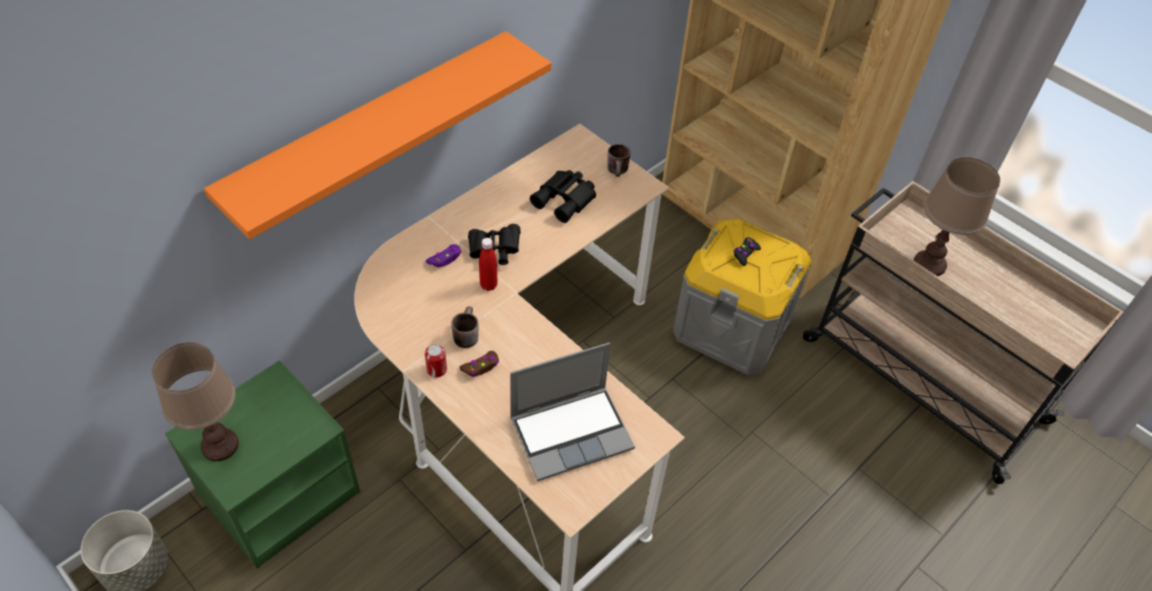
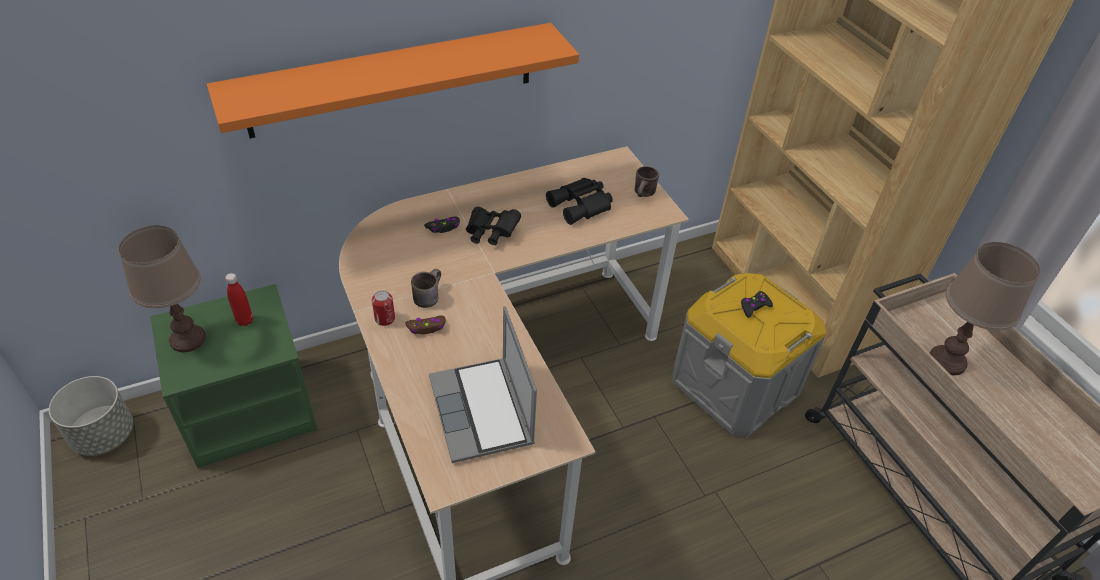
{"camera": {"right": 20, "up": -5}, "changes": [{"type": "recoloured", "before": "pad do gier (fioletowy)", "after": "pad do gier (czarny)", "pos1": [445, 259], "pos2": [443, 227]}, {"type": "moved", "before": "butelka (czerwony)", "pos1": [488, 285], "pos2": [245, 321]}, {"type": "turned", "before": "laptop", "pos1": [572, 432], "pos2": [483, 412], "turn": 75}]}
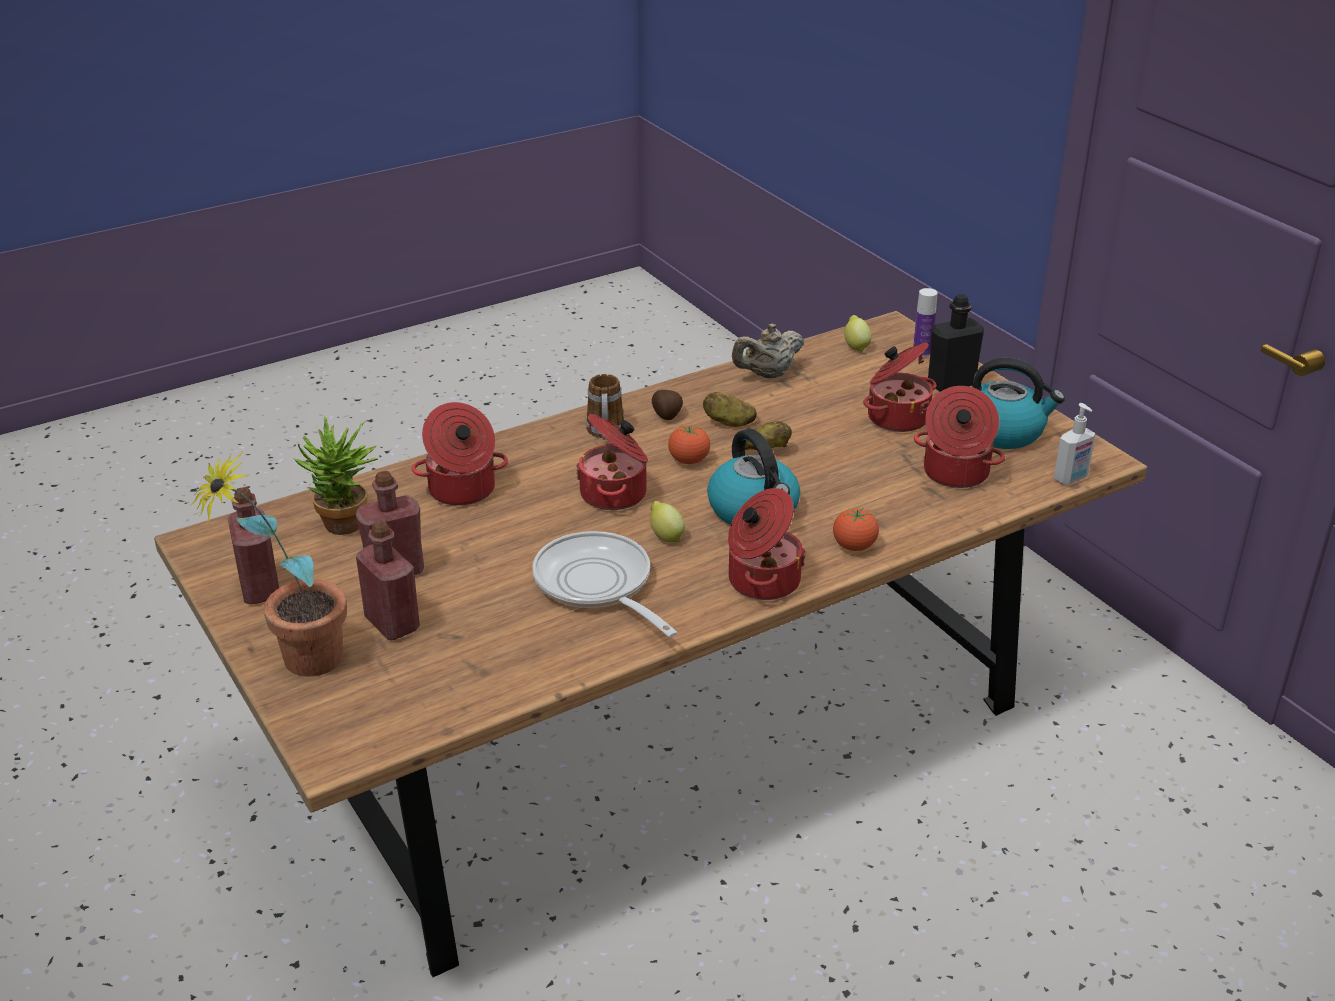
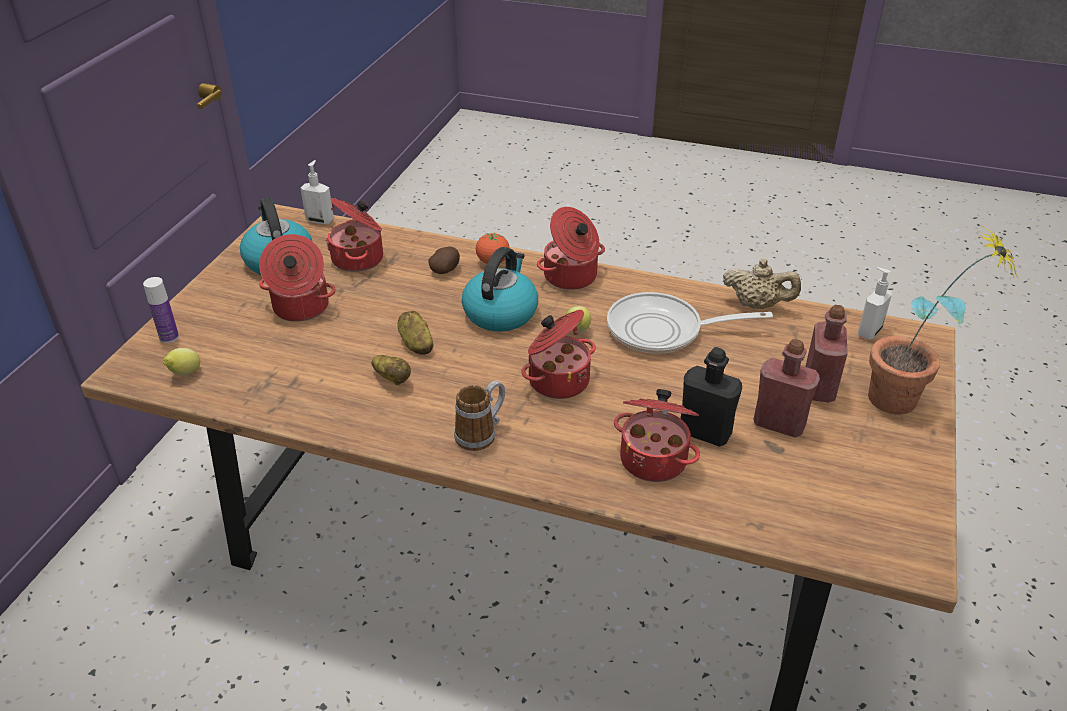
{"camera": {"right": -130, "up": 5}, "changes": [{"type": "removed", "before": "butelka (czerwony)", "pos1": [260, 588]}, {"type": "removed", "before": "roślina doniczkowa", "pos1": [345, 529]}, {"type": "turned", "before": "patelnia", "pos1": [597, 586], "pos2": [662, 331], "turn": 75}, {"type": "moved", "before": "ziemniak", "pos1": [667, 415], "pos2": [445, 270]}, {"type": "removed", "before": "pomidor", "pos1": [689, 460]}, {"type": "moved", "before": "imbryk (beżowy)", "pos1": [767, 375], "pos2": [757, 305]}, {"type": "moved", "before": "butelka (czarny)", "pos1": [951, 383], "pos2": [705, 432]}, {"type": "added", "after": "dozownik mydła", "pos2": [868, 331]}]}
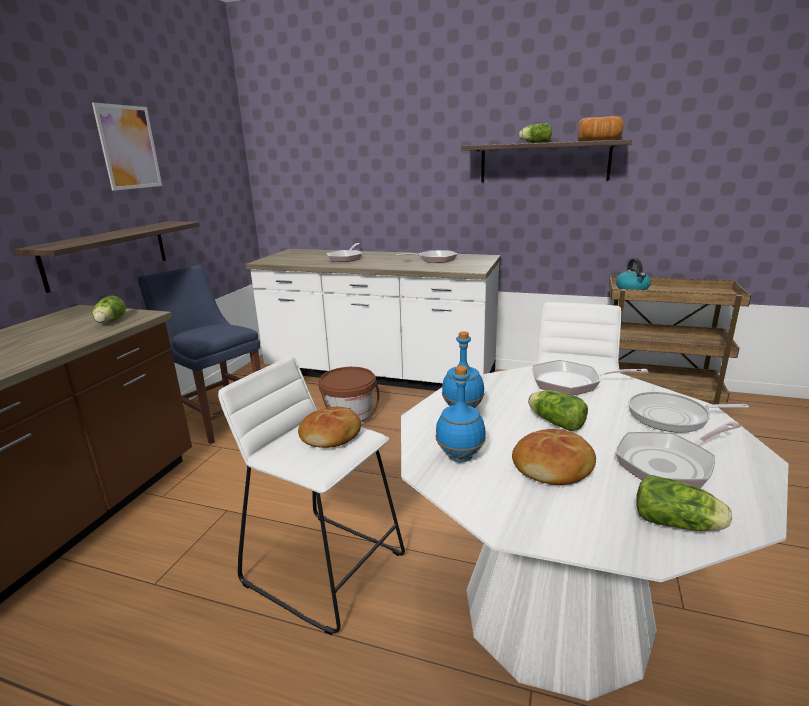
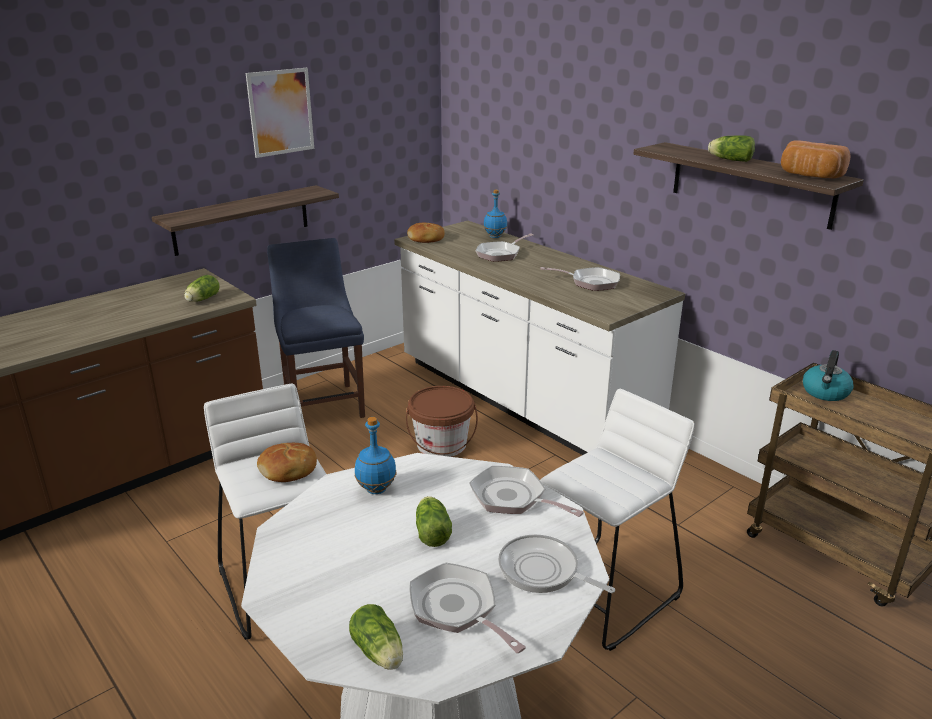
{"camera": {"right": 30, "up": 5}, "changes": [{"type": "moved", "before": "butelka (niebieski)", "pos1": [461, 457], "pos2": [495, 236]}, {"type": "moved", "before": "chleb", "pos1": [553, 467], "pos2": [426, 239]}, {"type": "turned", "before": "patelnia", "pos1": [669, 464], "pos2": [457, 609], "turn": 45}]}
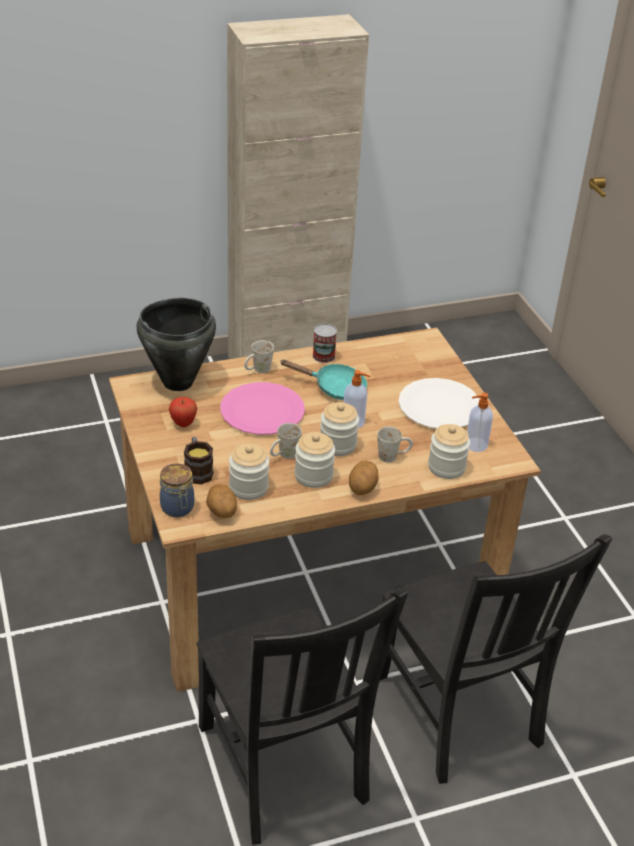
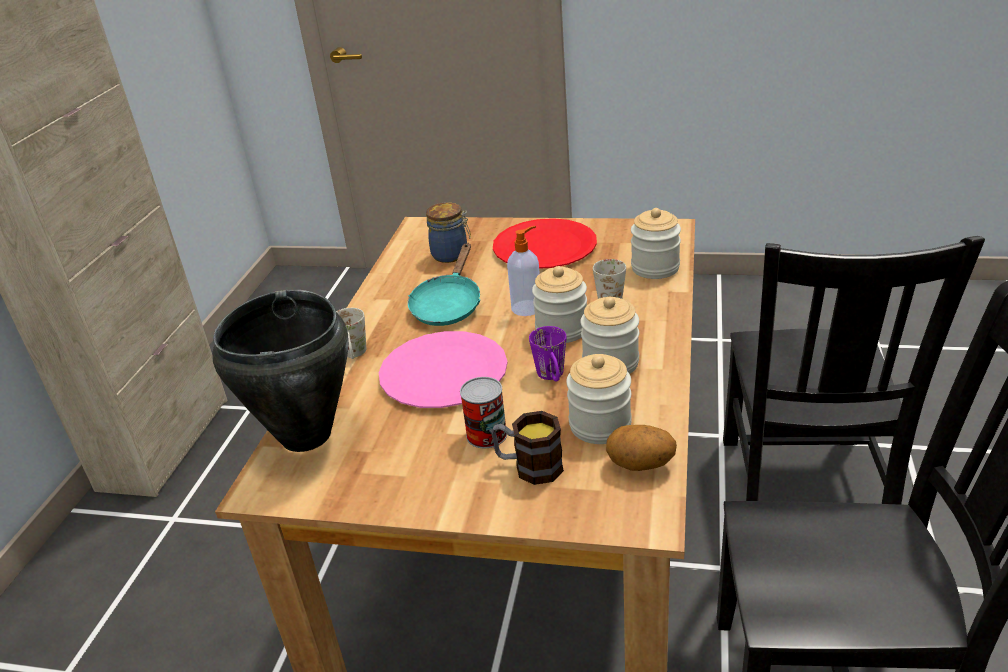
{"camera": {"right": -55, "up": -5}, "changes": [{"type": "moved", "before": "słoik", "pos1": [178, 508], "pos2": [451, 255]}, {"type": "removed", "before": "jabłko", "pos1": [183, 424]}, {"type": "recoloured", "before": "kubek (biały)", "after": "kubek (fioletowy)", "pos1": [284, 456], "pos2": [553, 377]}, {"type": "turned", "before": "patelnia (turkusowy)", "pos1": [334, 388], "pos2": [448, 305], "turn": 150}, {"type": "moved", "before": "puszka", "pos1": [323, 356], "pos2": [486, 435]}, {"type": "removed", "before": "ziemniak", "pos1": [363, 488]}, {"type": "turned", "before": "krzesło (czarny)", "pos1": [459, 714], "pos2": [802, 497], "turn": 90}, {"type": "recoloured", "before": "talerz (biały)", "after": "talerz (czerwony)", "pos1": [440, 406], "pos2": [545, 247]}, {"type": "removed", "before": "dozownik mydła", "pos1": [475, 445]}]}
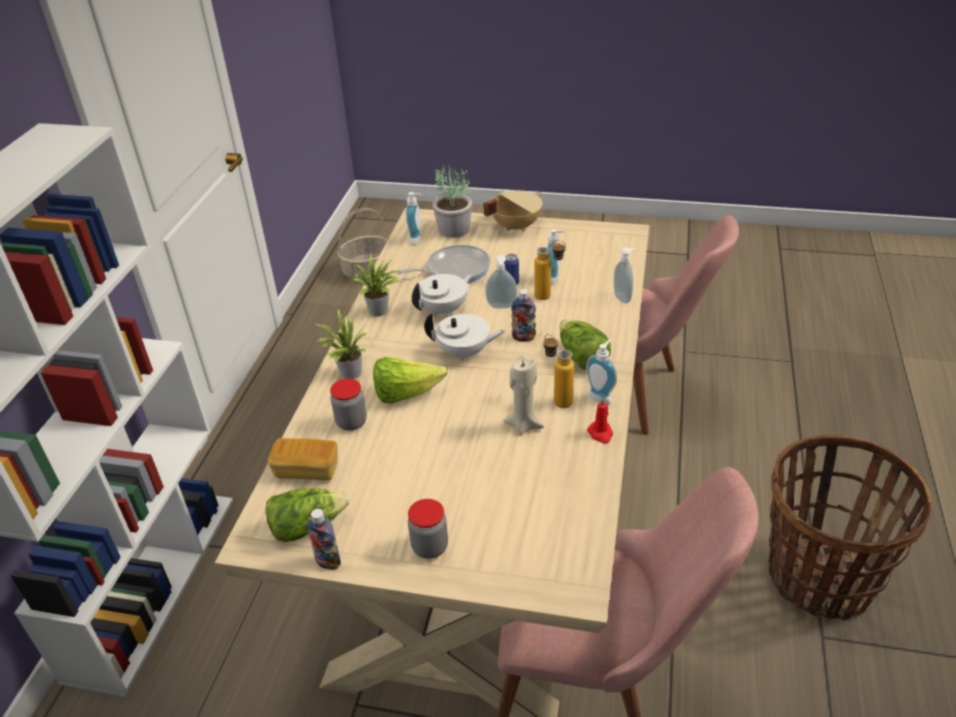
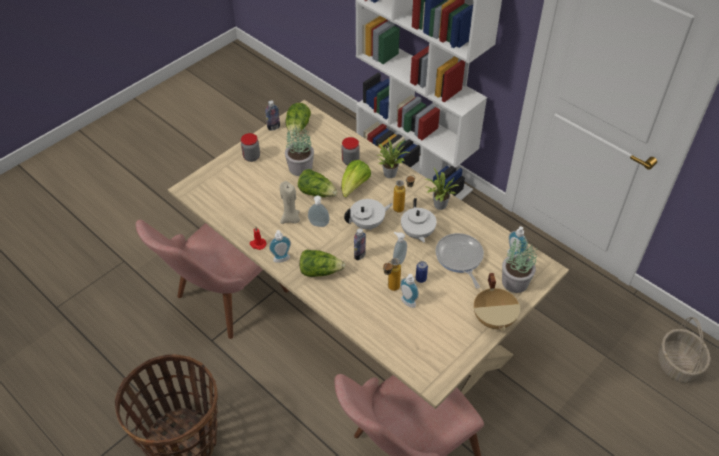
{"camera": {"right": 120, "up": 10}, "changes": [{"type": "removed", "before": "chleb", "pos1": [307, 470]}, {"type": "turned", "before": "patelnia", "pos1": [454, 269], "pos2": [459, 258], "turn": 150}, {"type": "turned", "before": "imbryk (biały)", "pos1": [464, 353], "pos2": [368, 224], "turn": -150}, {"type": "moved", "before": "butelka", "pos1": [557, 399], "pos2": [403, 208]}, {"type": "moved", "before": "dozownik mydła", "pos1": [623, 298], "pos2": [318, 225]}, {"type": "added", "after": "roślina doniczkowa", "pos2": [301, 168]}, {"type": "added", "after": "sałata", "pos2": [317, 192]}]}
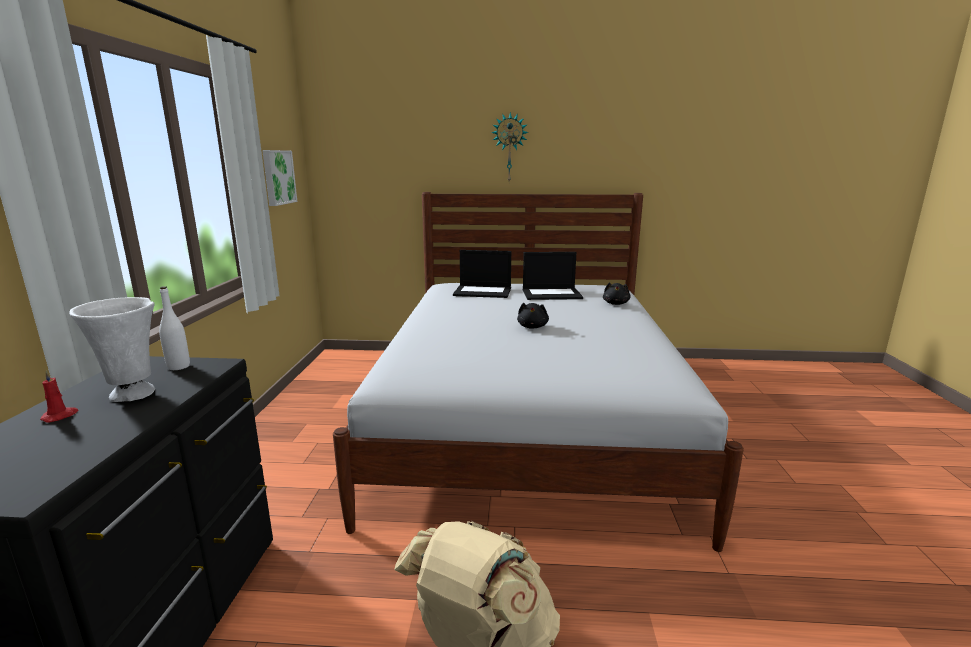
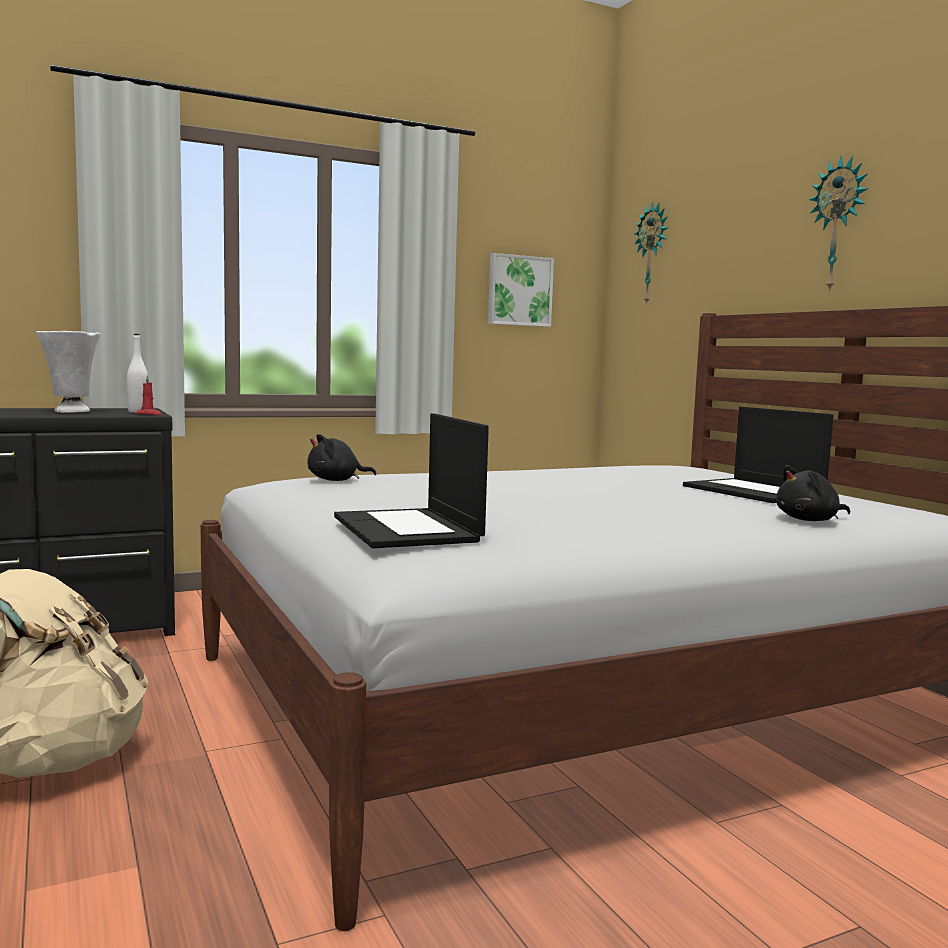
{"camera": {"right": 60, "up": -10}, "changes": [{"type": "moved", "before": "świeca (czerwony)", "pos1": [60, 416], "pos2": [149, 414]}, {"type": "moved", "before": "laptop", "pos1": [483, 292], "pos2": [408, 529]}, {"type": "moved", "before": "pluszak (czarny)", "pos1": [532, 327], "pos2": [336, 480]}, {"type": "added", "after": "zegar ścienny", "pos2": [652, 254]}]}
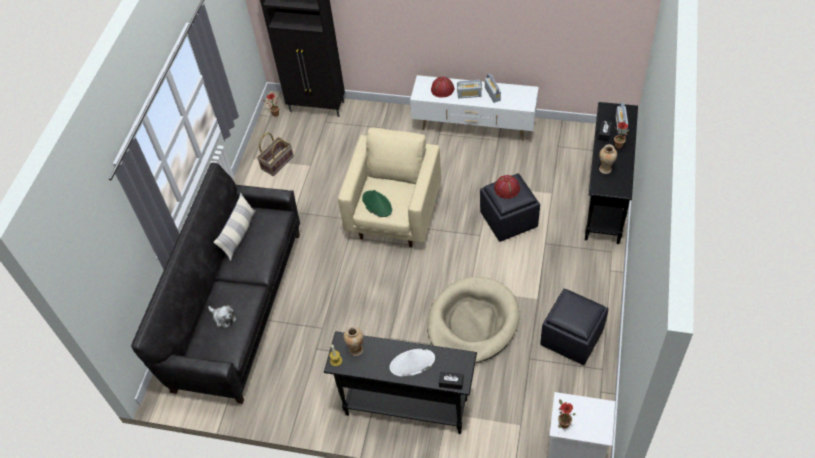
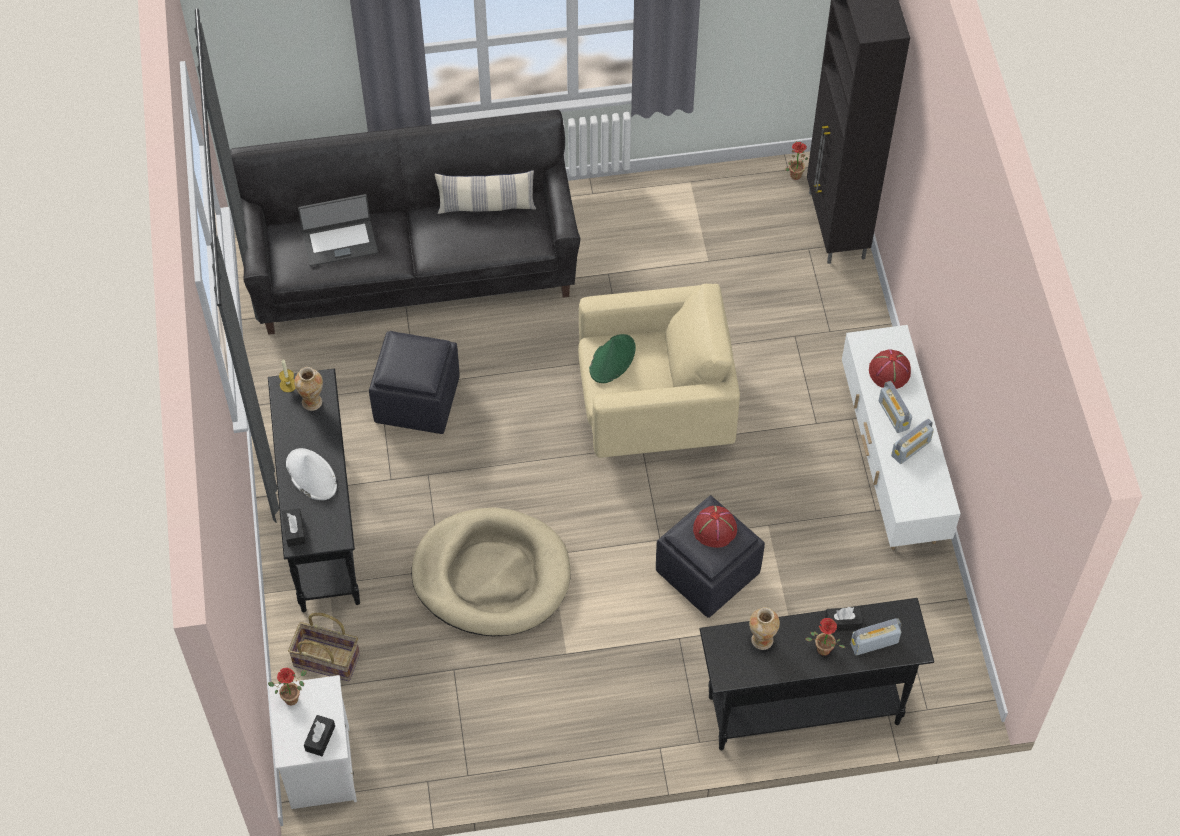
{"camera": {"right": 65, "up": 5}, "changes": [{"type": "replaced", "before": "pluszak", "after": "laptop", "pos1": [223, 318], "pos2": [340, 242]}, {"type": "moved", "before": "koszyk", "pos1": [277, 162], "pos2": [327, 659]}, {"type": "moved", "before": "pufa (czarny)", "pos1": [571, 338], "pos2": [416, 399]}, {"type": "added", "after": "pudełko chusteczek (czarny)", "pos2": [320, 738]}]}
